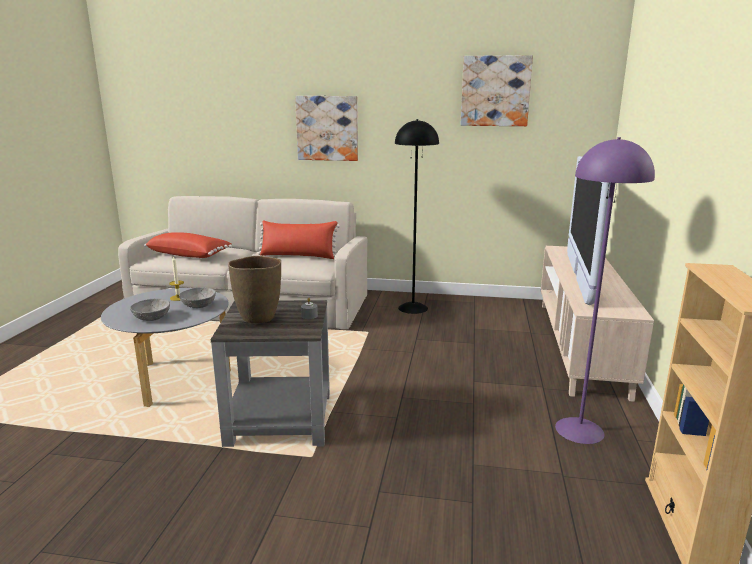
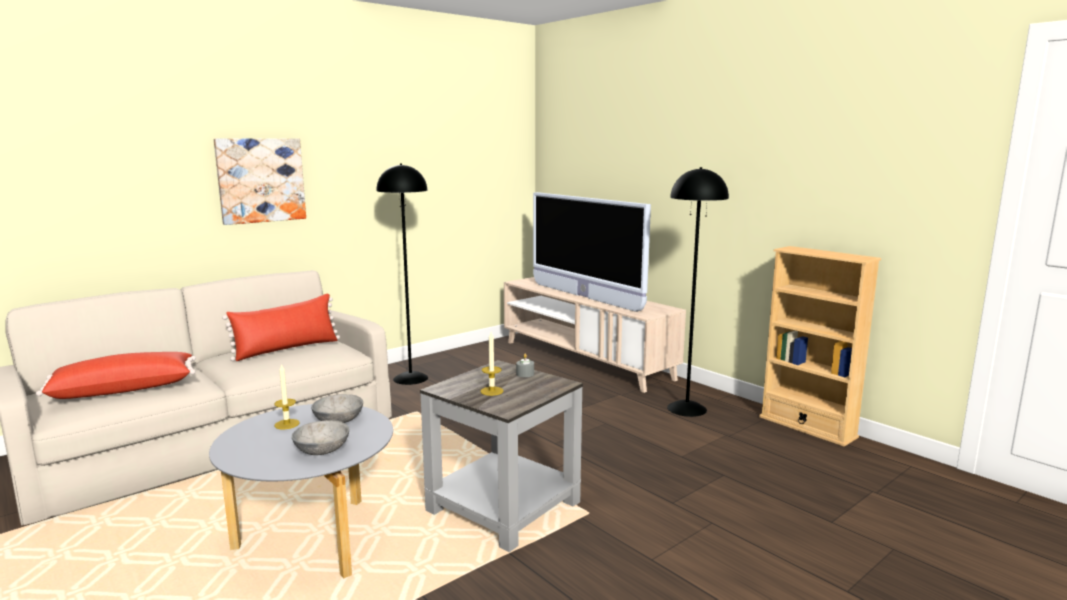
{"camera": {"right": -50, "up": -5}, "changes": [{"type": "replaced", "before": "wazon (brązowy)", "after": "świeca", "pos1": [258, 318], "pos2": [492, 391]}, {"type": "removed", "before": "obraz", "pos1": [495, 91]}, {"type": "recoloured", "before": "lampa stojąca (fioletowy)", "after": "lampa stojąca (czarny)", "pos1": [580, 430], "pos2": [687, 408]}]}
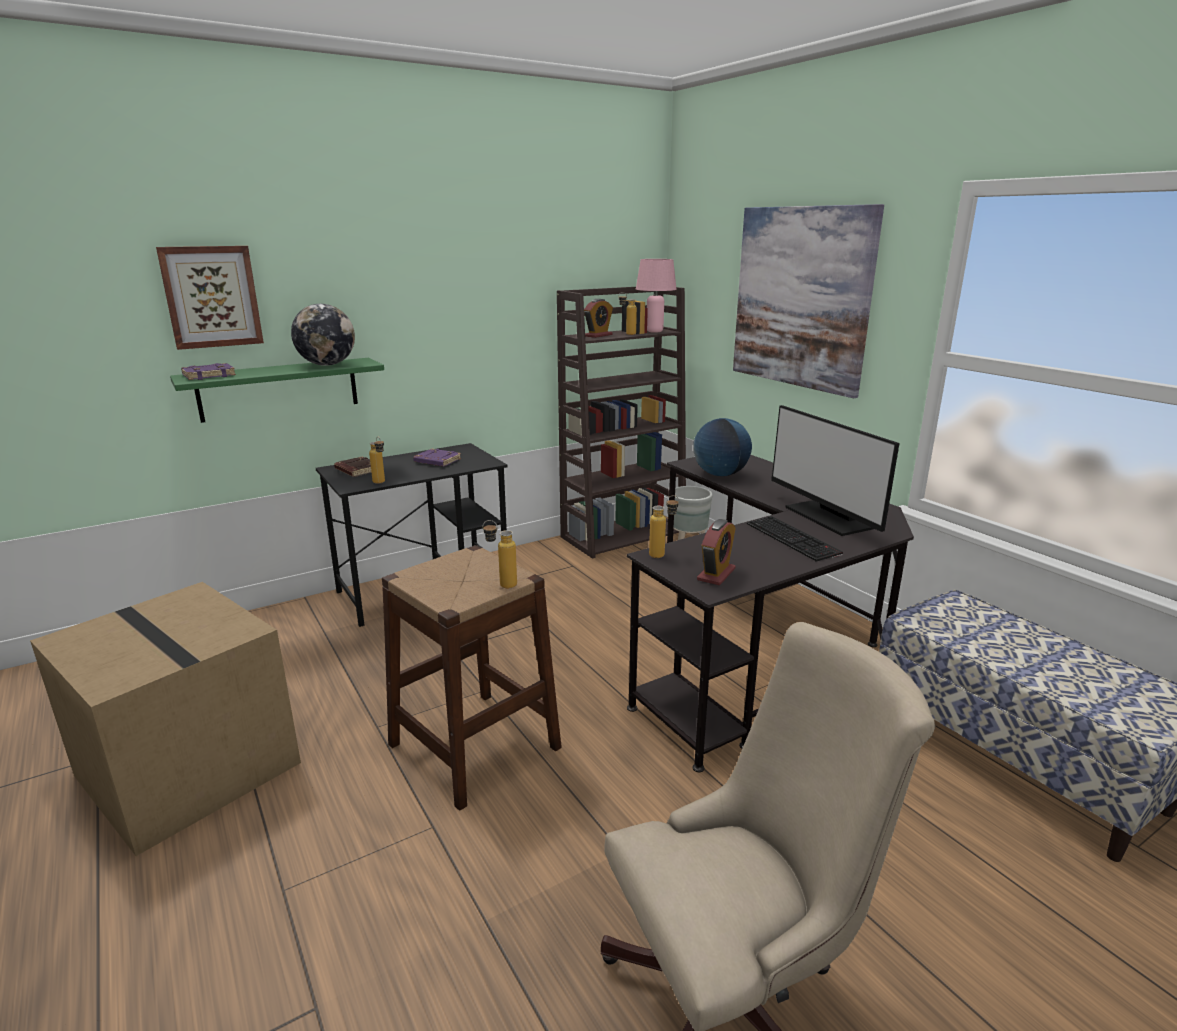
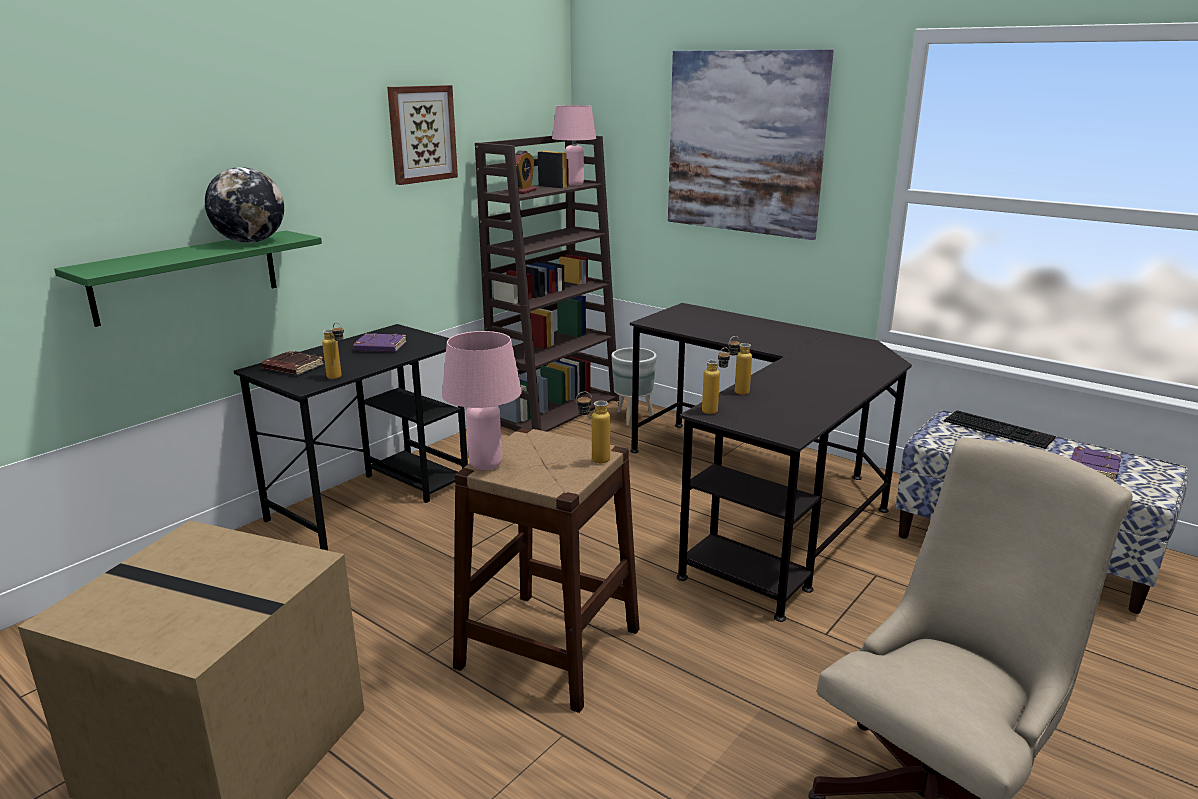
{"camera": {"right": -20, "up": 0}, "changes": [{"type": "moved", "before": "obraz", "pos1": [211, 297], "pos2": [421, 134]}, {"type": "moved", "before": "książka (fioletowy)", "pos1": [209, 375], "pos2": [1092, 468]}, {"type": "moved", "before": "butelka", "pos1": [626, 334], "pos2": [736, 393]}, {"type": "removed", "before": "globus", "pos1": [720, 474]}, {"type": "removed", "before": "budzik", "pos1": [716, 574]}, {"type": "moved", "before": "klawiatura", "pos1": [794, 539], "pos2": [1000, 429]}, {"type": "removed", "before": "monitor", "pos1": [829, 517]}, {"type": "added", "after": "lampa stołowa (różowy)", "pos2": [485, 465]}]}
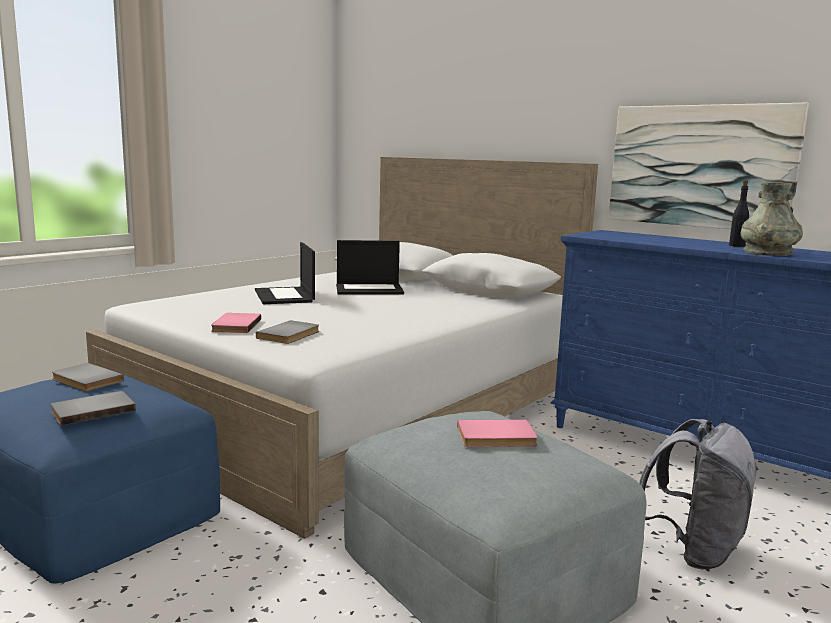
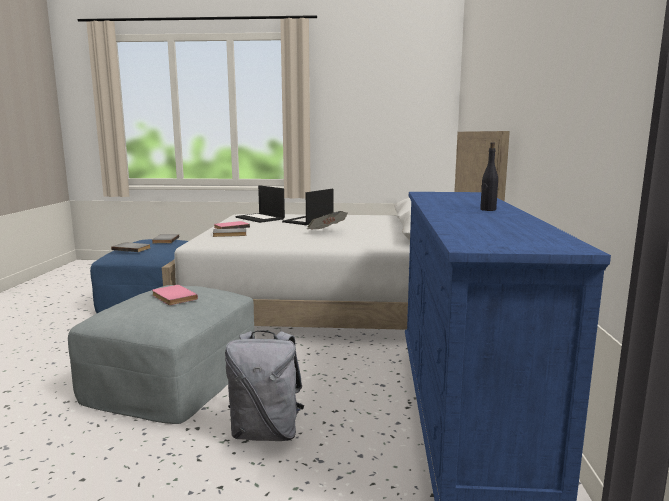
{"camera": {"right": 55, "up": 0}, "changes": [{"type": "moved", "before": "laptop", "pos1": [370, 289], "pos2": [260, 218]}, {"type": "removed", "before": "obraz", "pos1": [700, 166]}, {"type": "removed", "before": "wazon (szary)", "pos1": [767, 253]}, {"type": "added", "after": "gazeta", "pos2": [326, 232]}]}
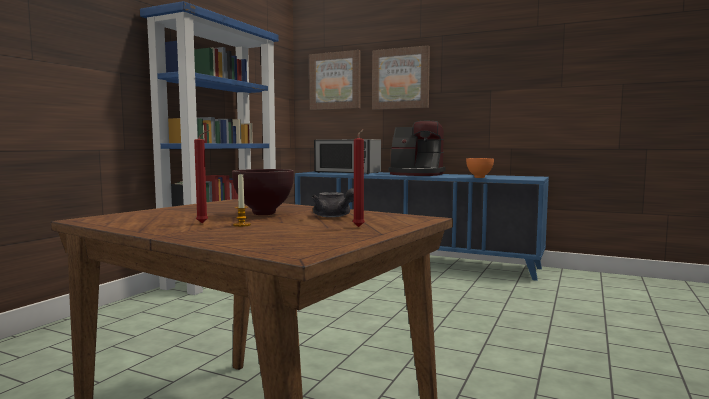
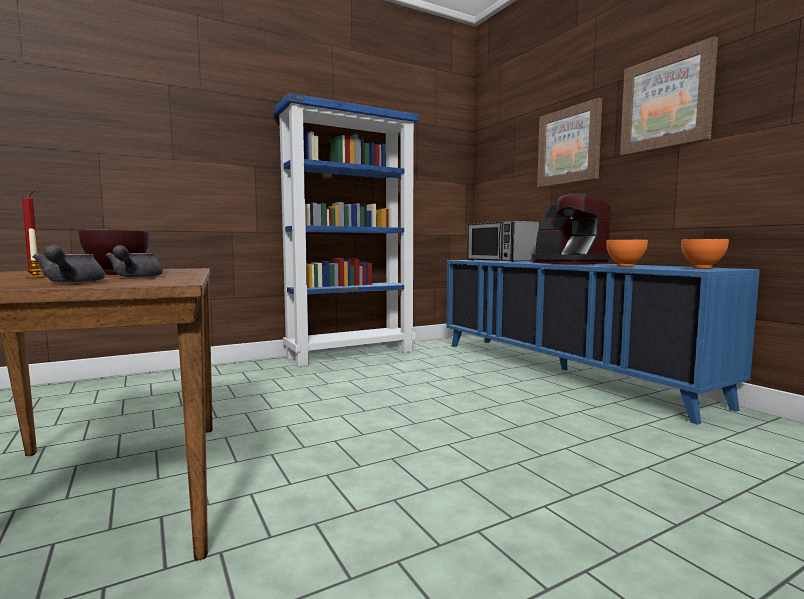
{"camera": {"right": 35, "up": 0}, "changes": [{"type": "moved", "before": "obraz", "pos1": [335, 81], "pos2": [666, 102]}, {"type": "replaced", "before": "świeca (czerwony)", "after": "imbryk (szary)", "pos1": [359, 226], "pos2": [71, 283]}, {"type": "added", "after": "miska (pomarańczowy)", "pos2": [701, 268]}]}
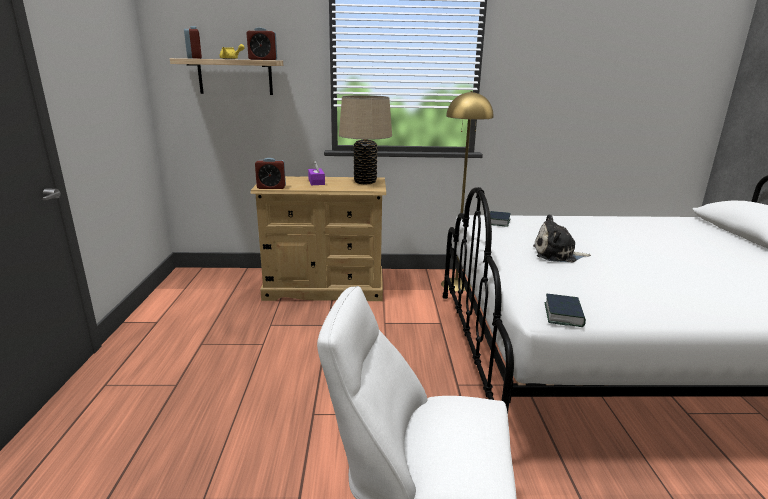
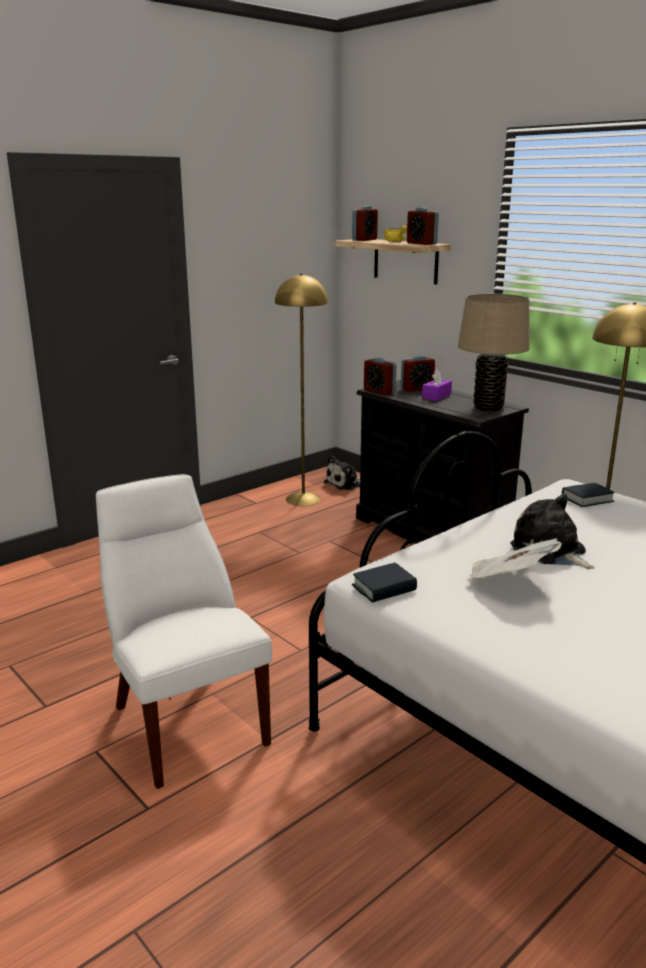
{"camera": {"right": 50, "up": 0}, "changes": [{"type": "recoloured", "before": "komoda (beżowy)", "after": "komoda (czarny)", "pos1": [325, 288], "pos2": [431, 531]}, {"type": "added", "after": "lampa stojąca (żółty)", "pos2": [303, 499]}, {"type": "added", "after": "pluszak", "pos2": [345, 484]}, {"type": "added", "after": "budzik", "pos2": [417, 389]}, {"type": "added", "after": "gazeta", "pos2": [508, 581]}]}
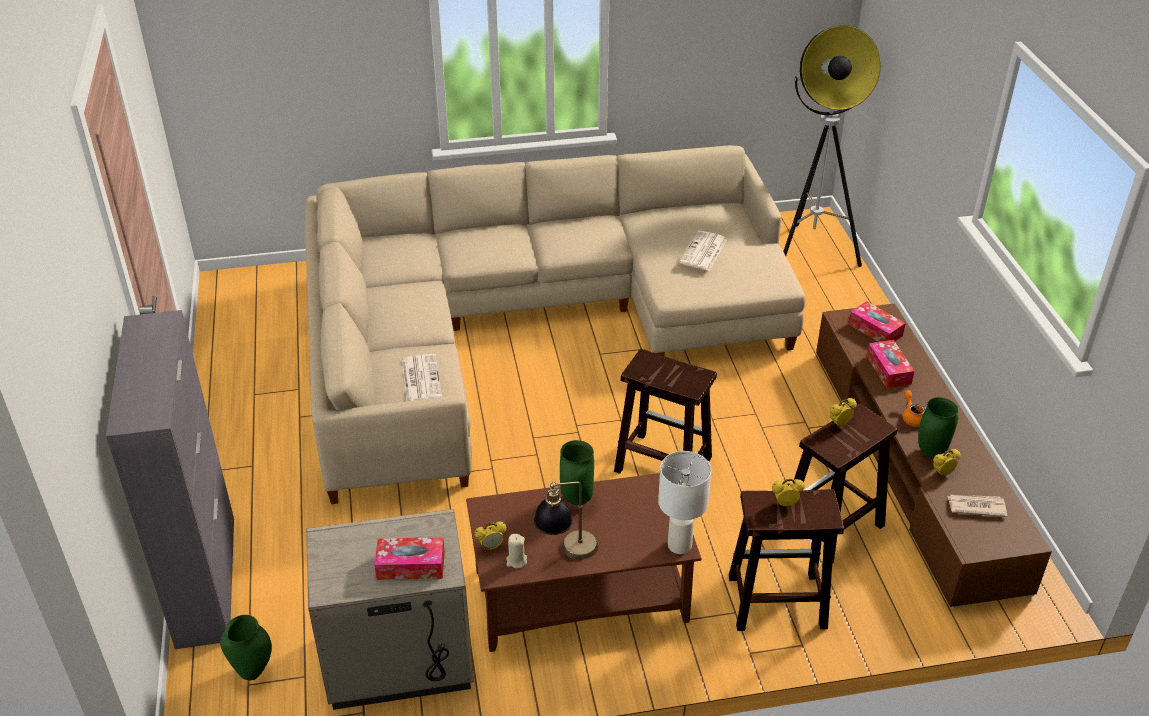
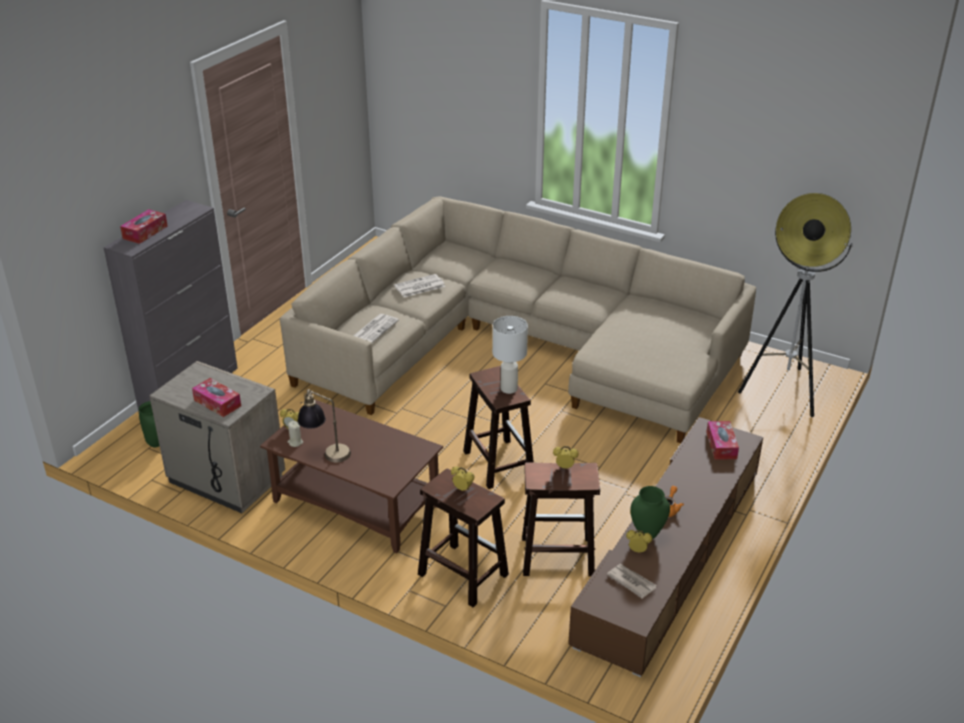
{"camera": {"right": 40, "up": -5}, "changes": [{"type": "removed", "before": "wazon (zielony)", "pos1": [577, 500]}, {"type": "moved", "before": "lampa stołowa (biały)", "pos1": [680, 546], "pos2": [508, 389]}, {"type": "moved", "before": "gazeta", "pos1": [703, 252], "pos2": [419, 286]}, {"type": "moved", "before": "pudełko chusteczek", "pos1": [888, 370], "pos2": [145, 232]}]}
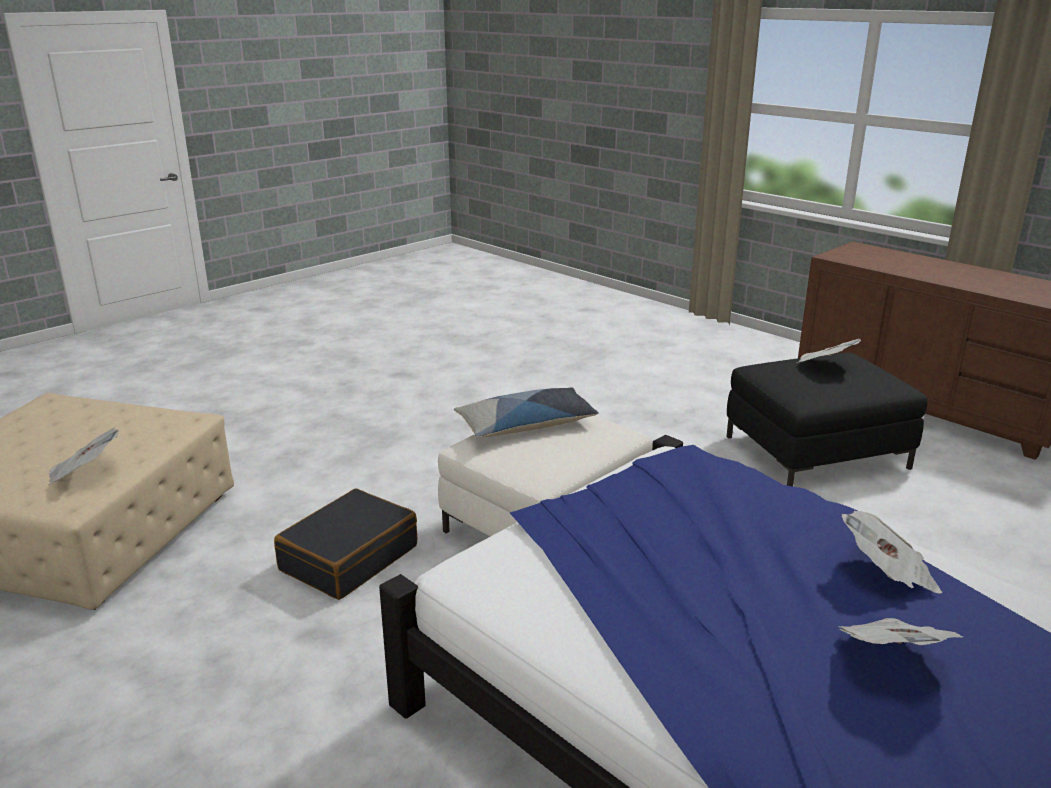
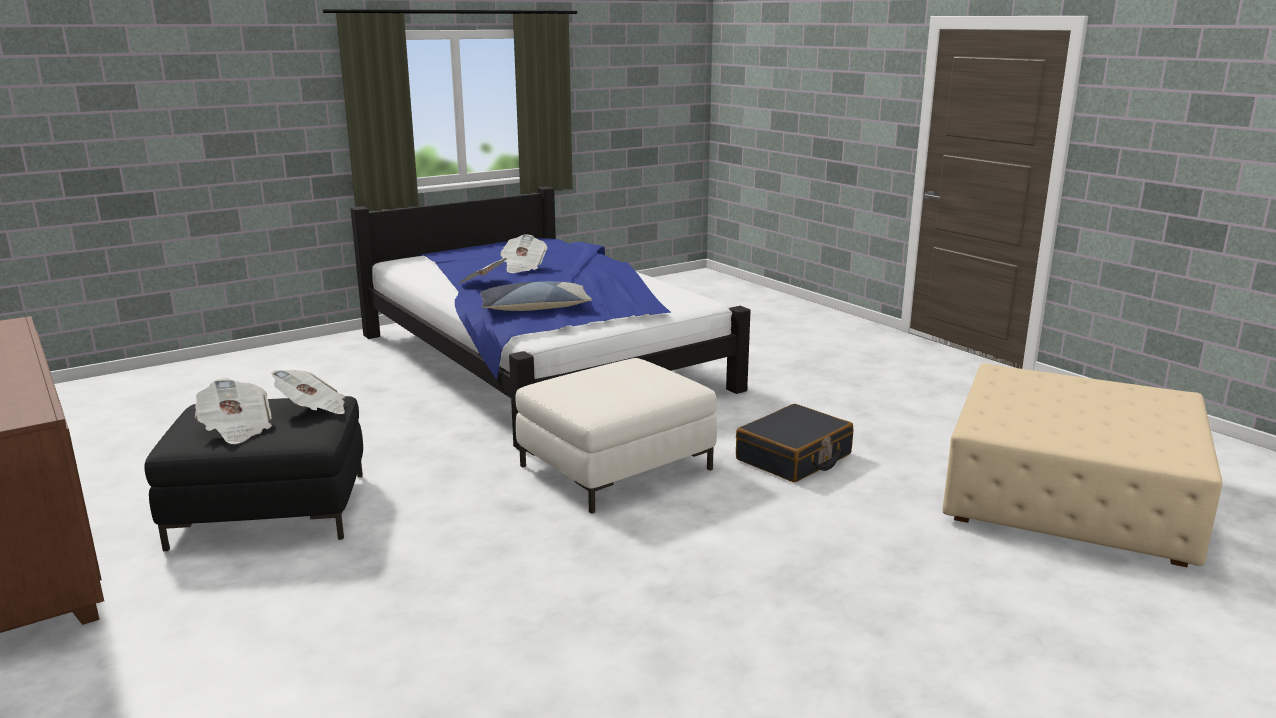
{"camera": {"right": -170, "up": -5}, "changes": [{"type": "moved", "before": "gazeta", "pos1": [85, 474], "pos2": [313, 409]}, {"type": "moved", "before": "poduszka", "pos1": [526, 425], "pos2": [535, 308]}]}
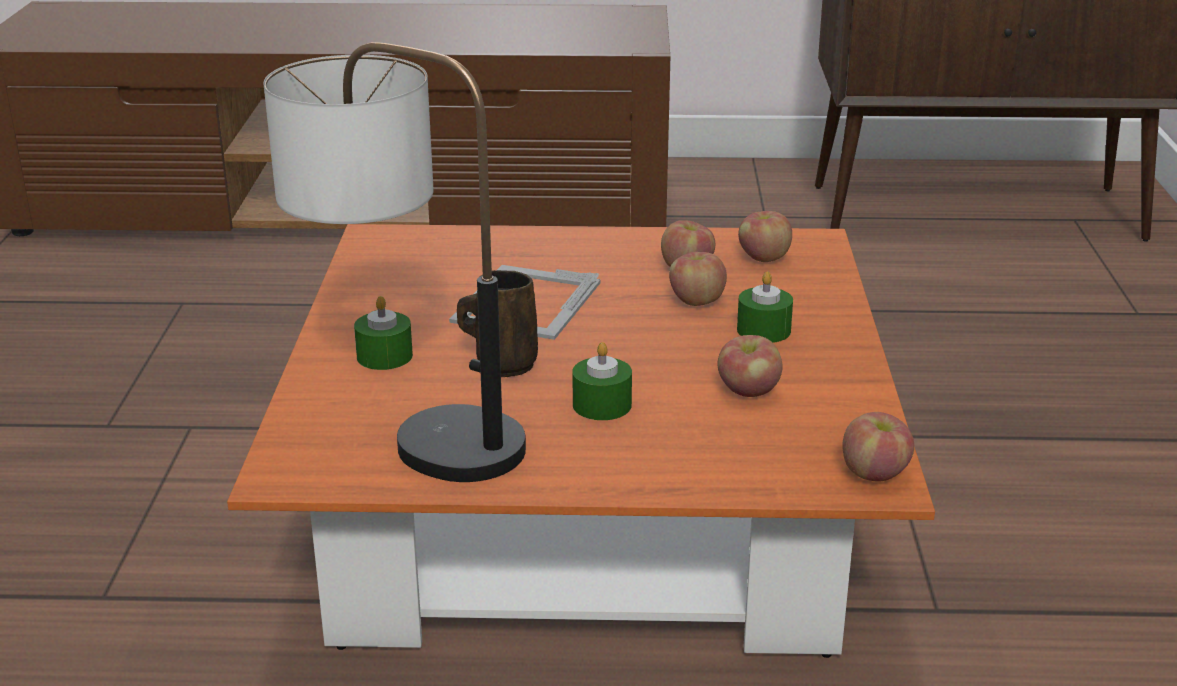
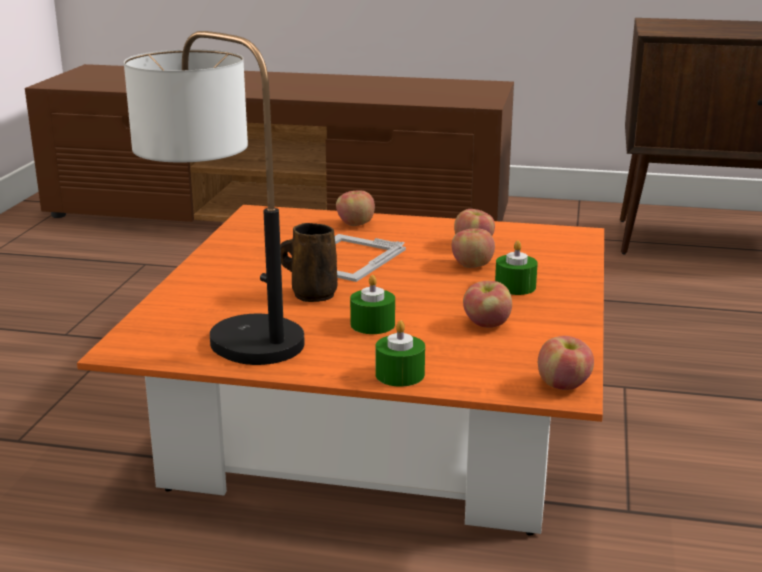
{"camera": {"right": 10, "up": -5}, "changes": [{"type": "moved", "before": "świeca (zielony)", "pos1": [384, 356], "pos2": [400, 374]}, {"type": "moved", "before": "jabłko", "pos1": [763, 258], "pos2": [355, 224]}]}
